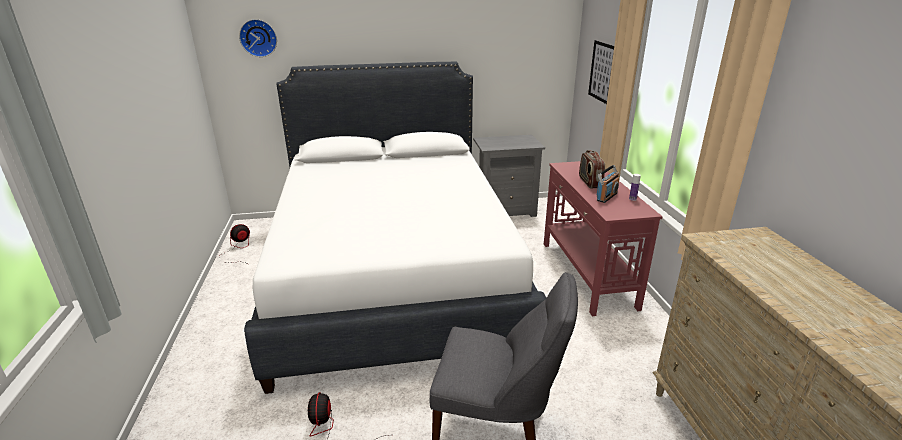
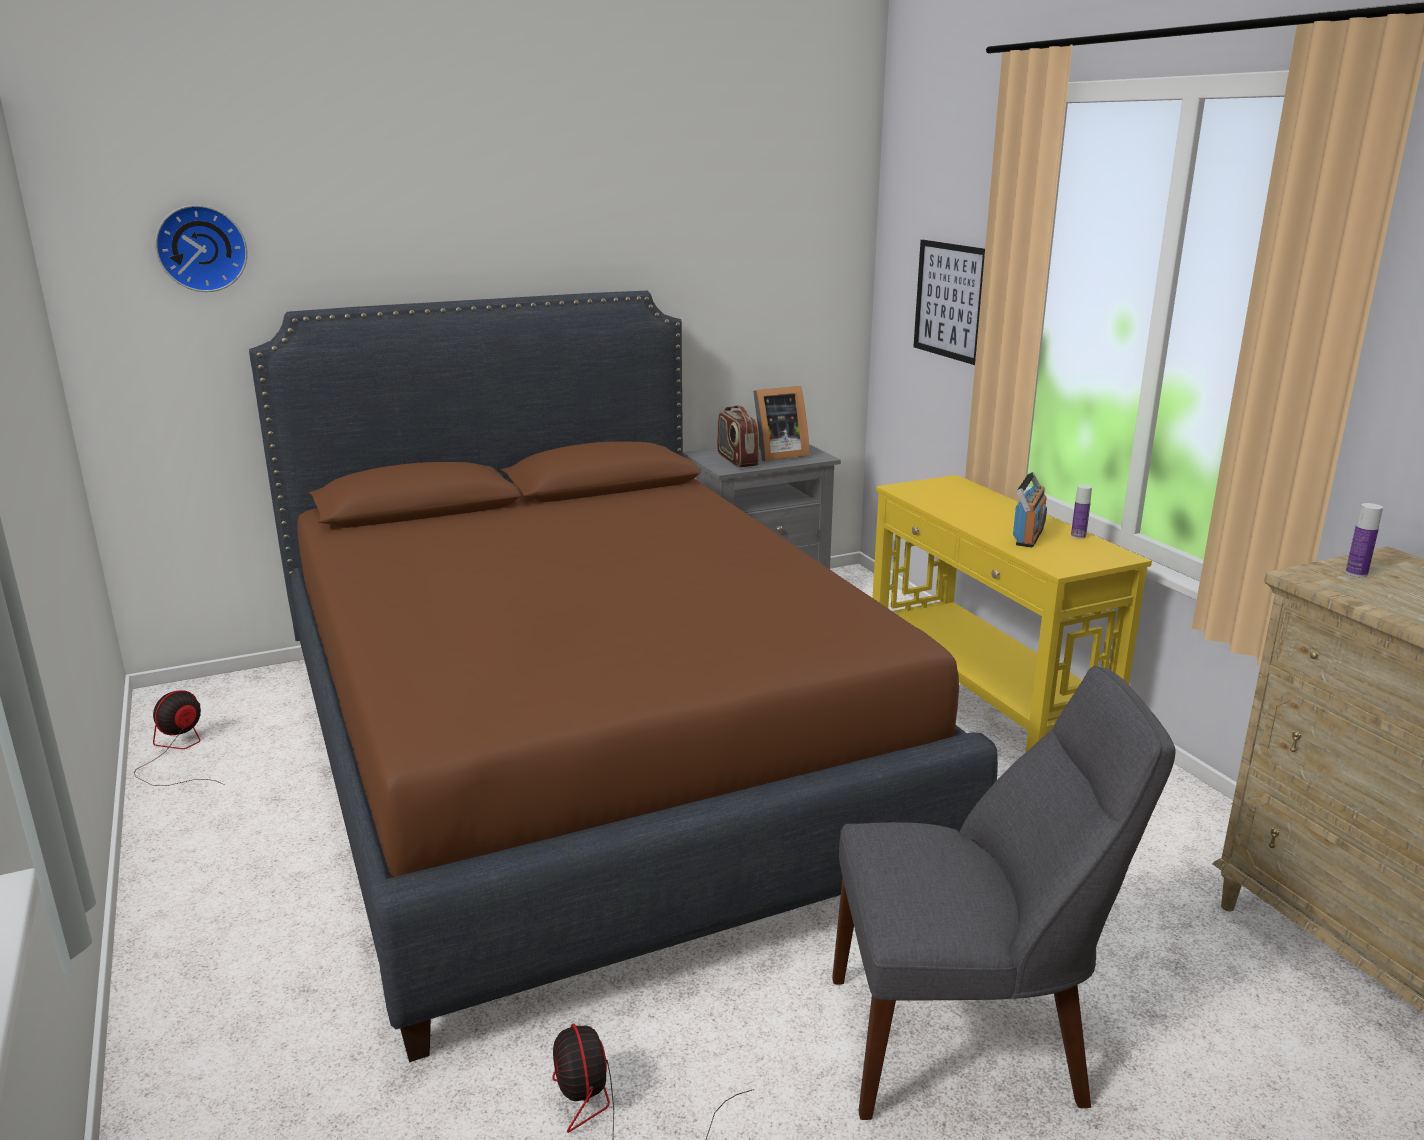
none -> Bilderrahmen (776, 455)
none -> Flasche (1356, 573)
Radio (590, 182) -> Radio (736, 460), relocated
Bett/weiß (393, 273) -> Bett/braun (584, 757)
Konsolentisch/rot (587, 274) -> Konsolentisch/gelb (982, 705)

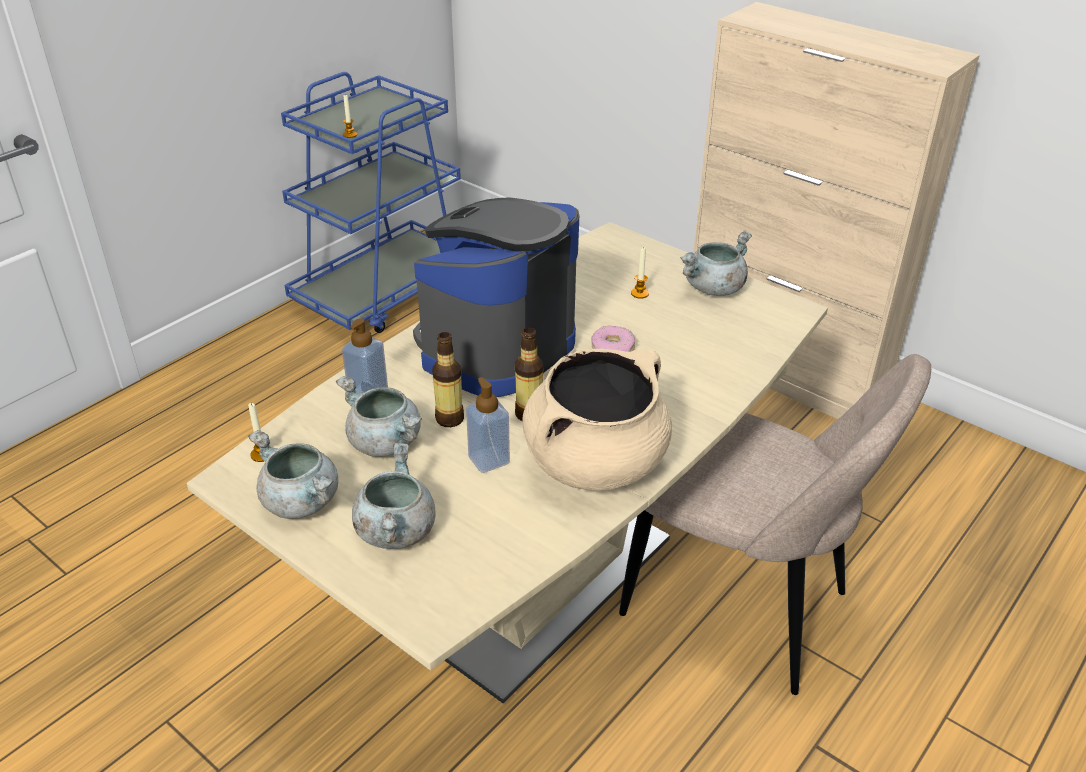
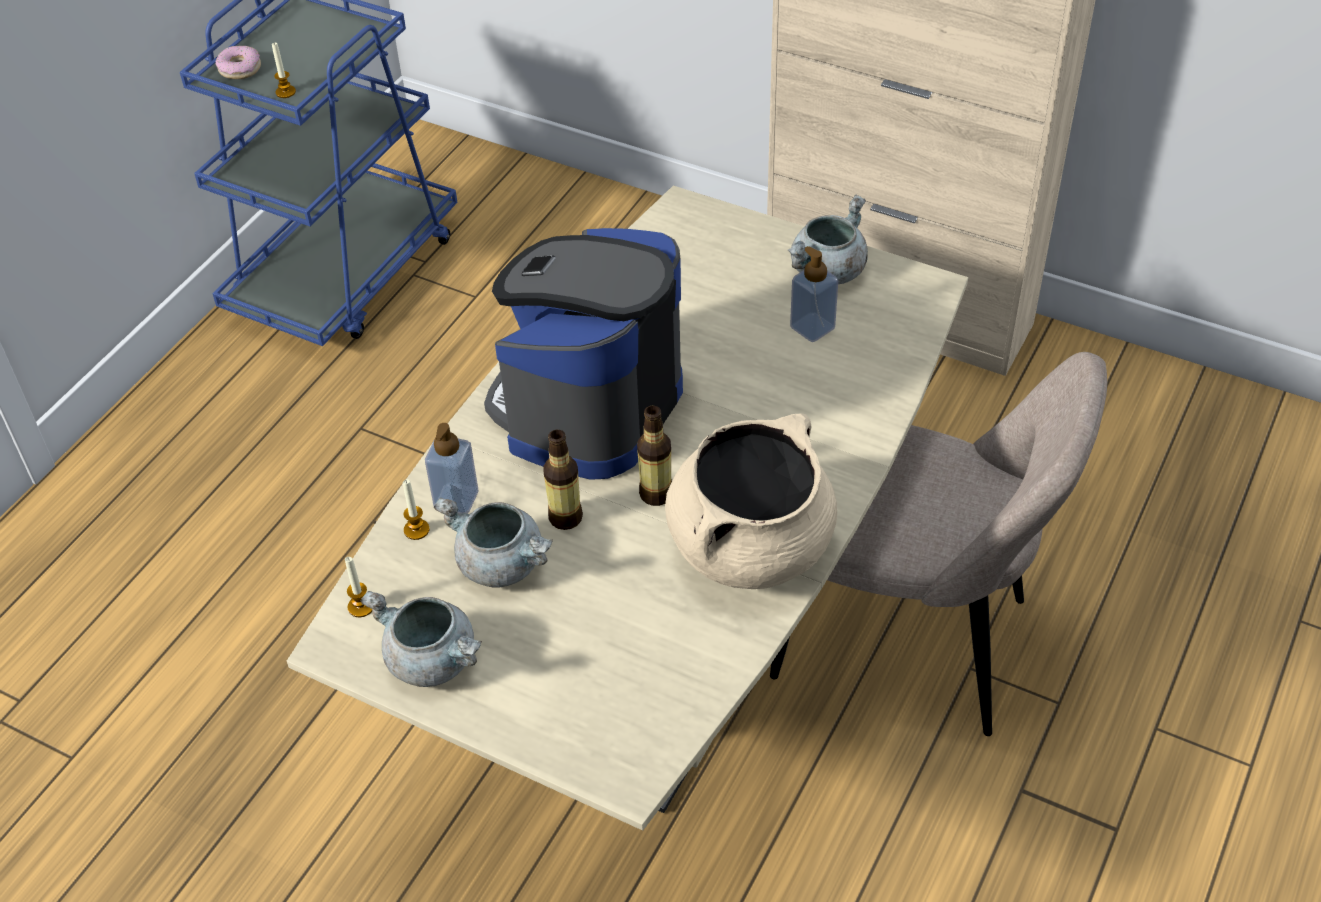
Kochtopf/grau (395, 531) -> none
Seifenspender (489, 460) -> Seifenspender (812, 328), relocated
Donut (613, 348) -> Donut (240, 69), relocated
Kerze (639, 293) -> Kerze (416, 530), relocated

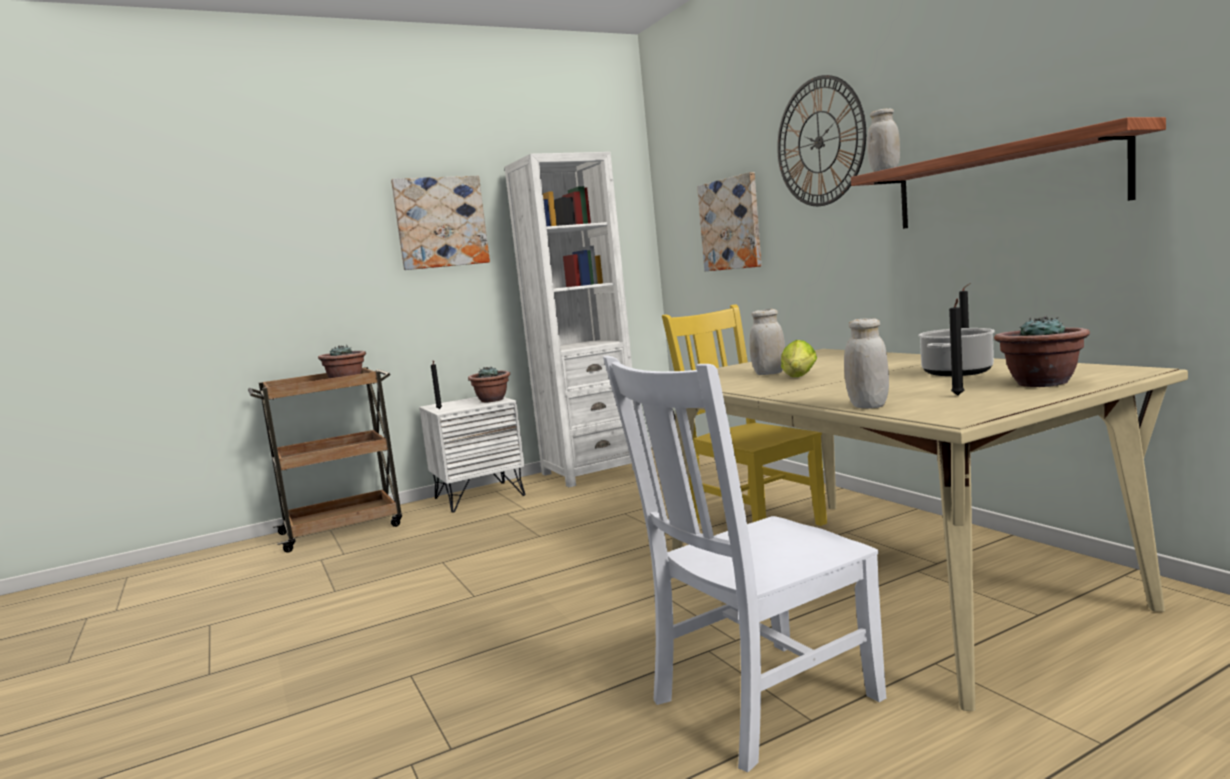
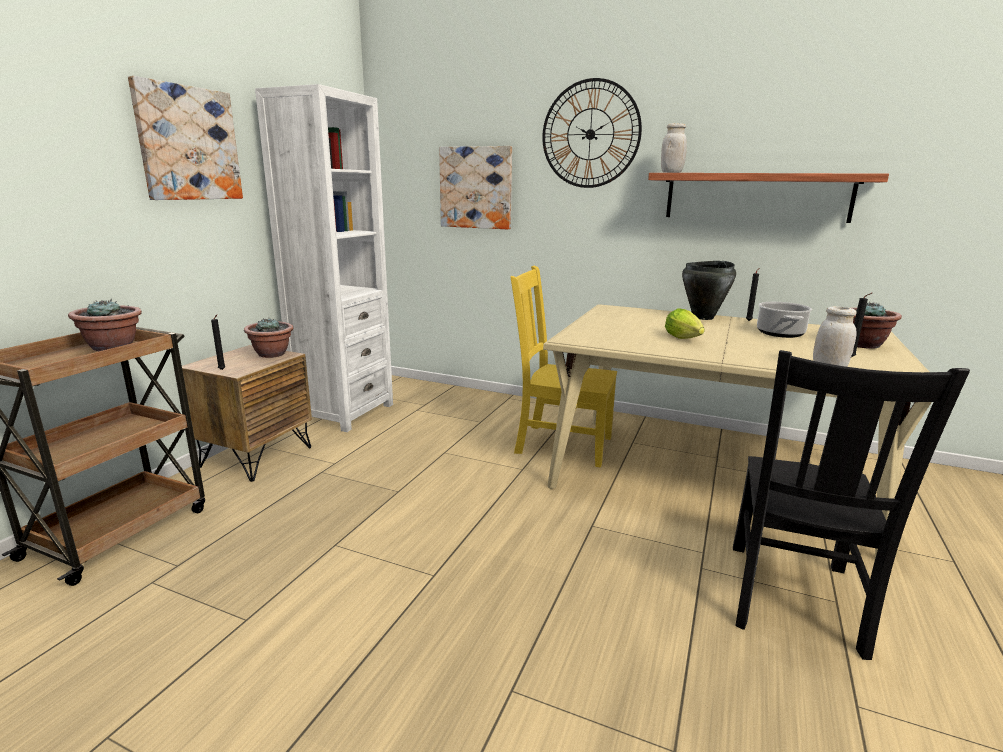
Vorratsglas/weiß (769, 373) -> none
none -> Kochtopf/schwarz (703, 317)
Nachttisch/weiß (479, 496) -> Nachttisch/braun (256, 457)
Stuhl/weiß (759, 702) -> Stuhl/schwarz (792, 599)

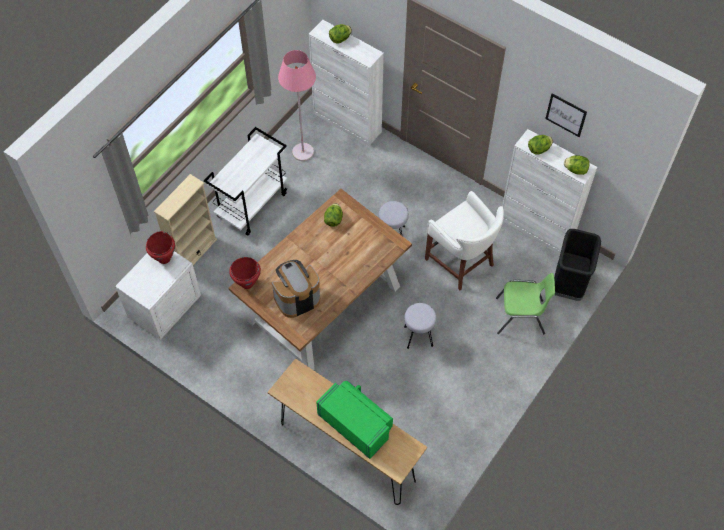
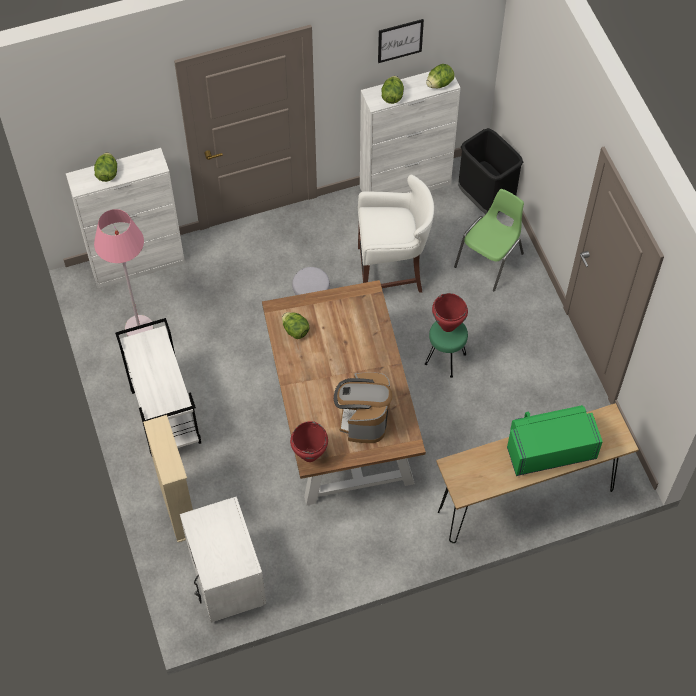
Kochtopf/rot (164, 259) -> Kochtopf/rot (448, 326), relocated
Hocker/grau (418, 336) -> Hocker/grün (445, 359)

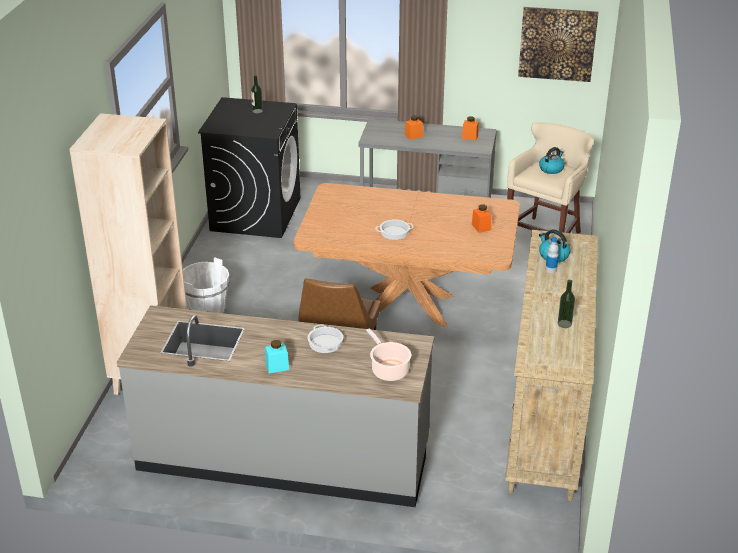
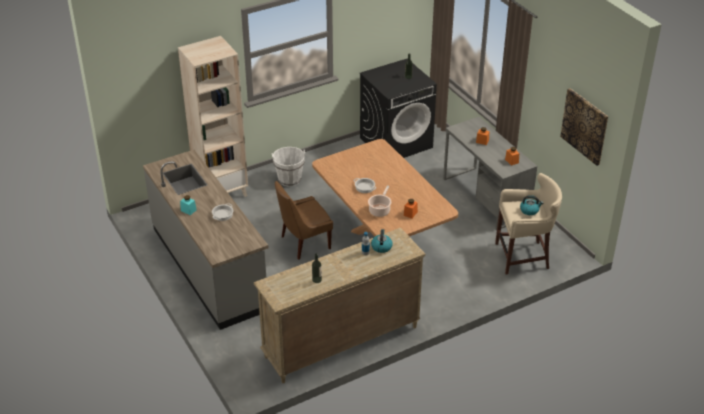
Kochtopf (388, 370) -> Kochtopf (380, 210), relocated

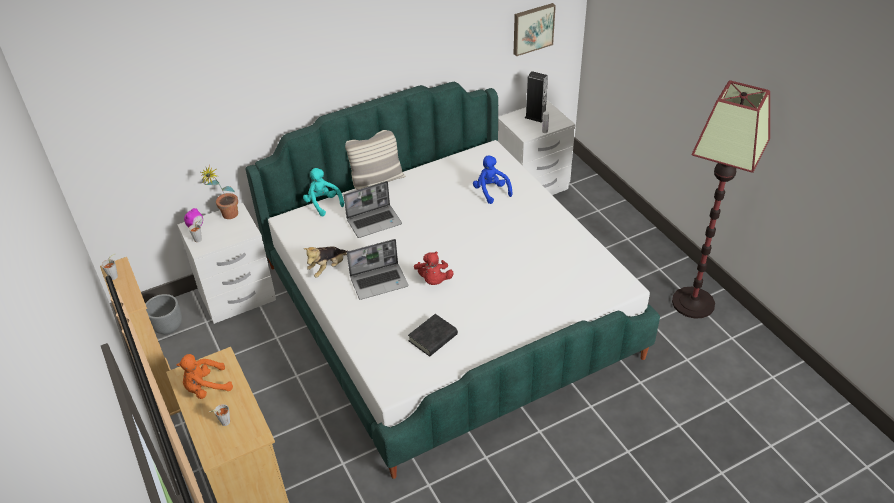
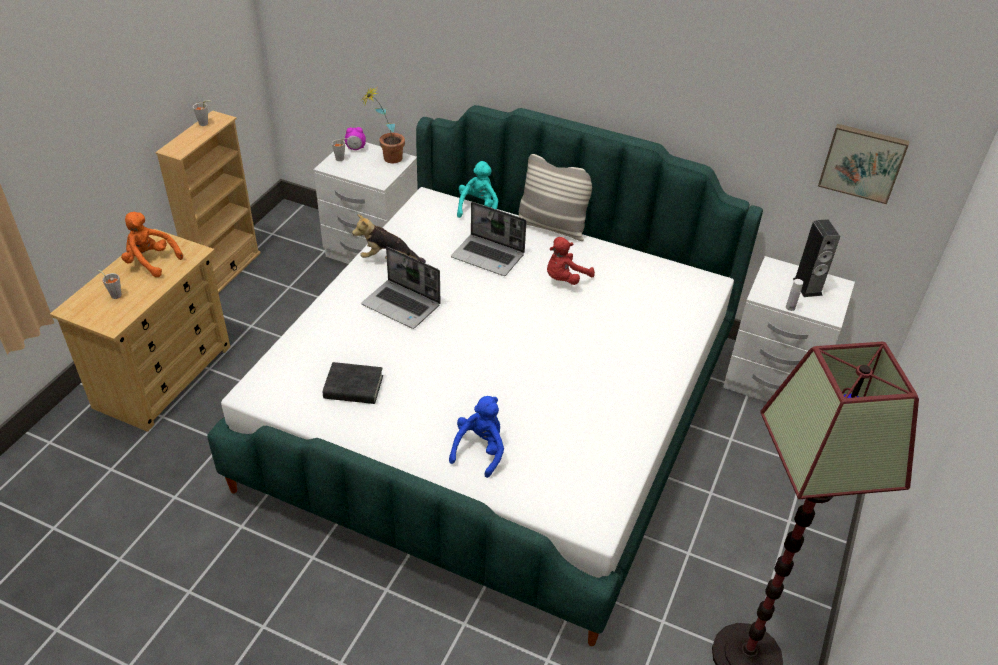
Pflanzkübel/grau (168, 327) -> none
Plüschtier/rot (433, 280) -> Plüschtier/rot (565, 279), relocated
Plüschtier/blau (491, 191) -> Plüschtier/blau (480, 450), relocated

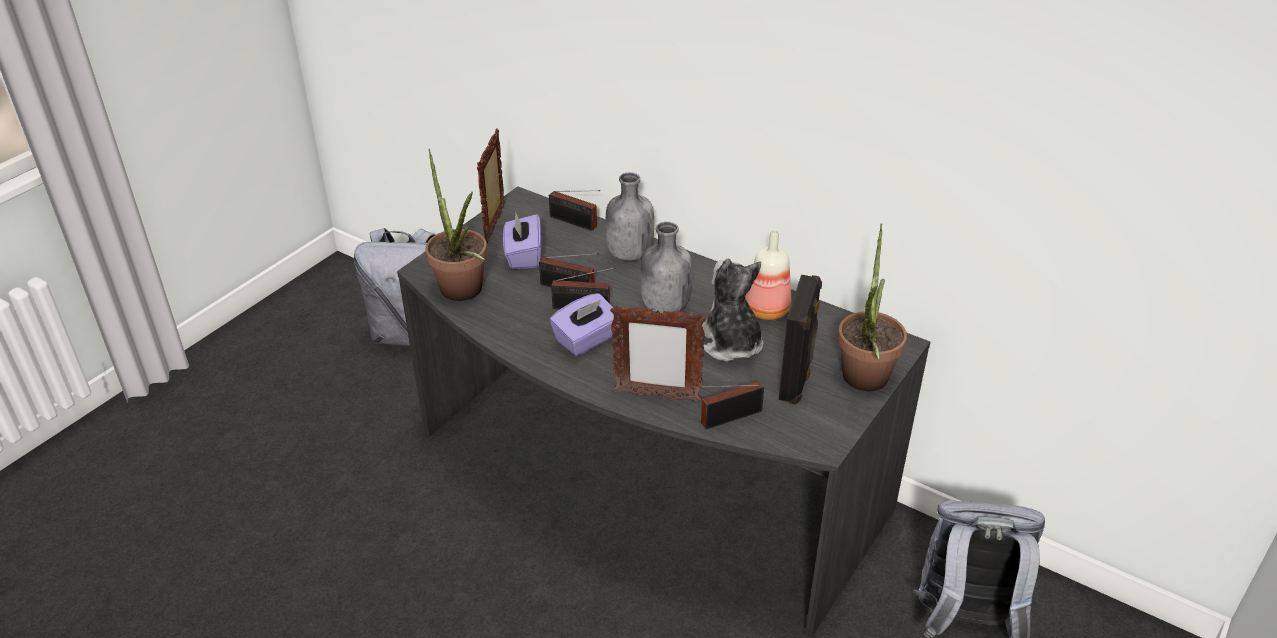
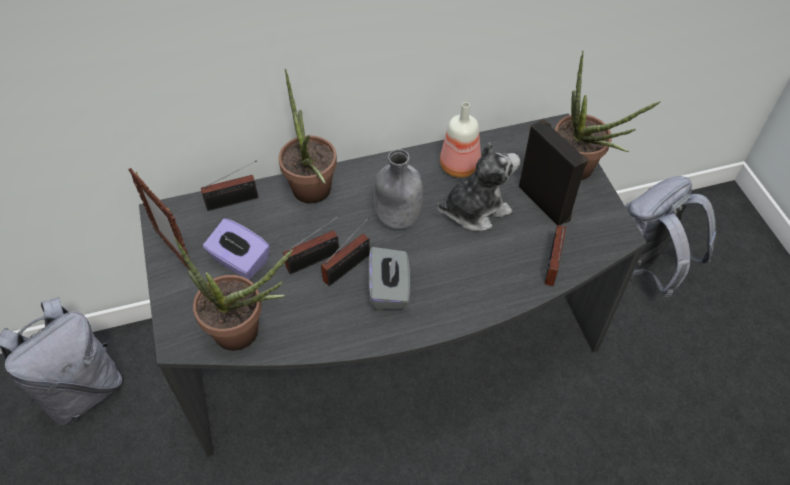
Bilderrahmen (656, 396) -> none
Flasche/grau (629, 254) -> Topfpflanze (313, 196)
Taschentuchbox/lila (587, 340) -> Taschentuchbox/grau (389, 289)
Plüschtier (731, 343) -> Plüschtier (475, 209), 135 degrees clockwise

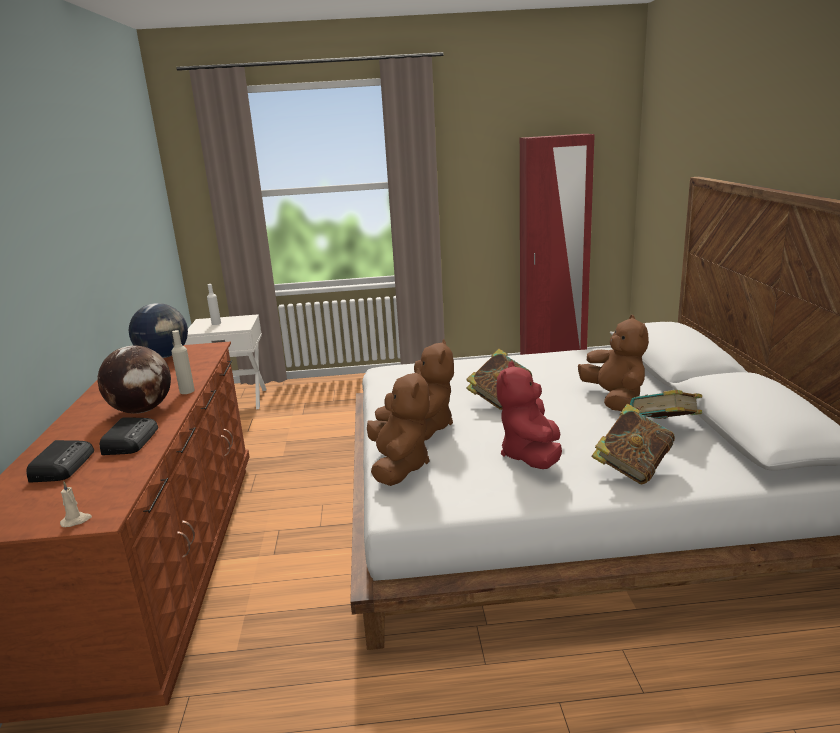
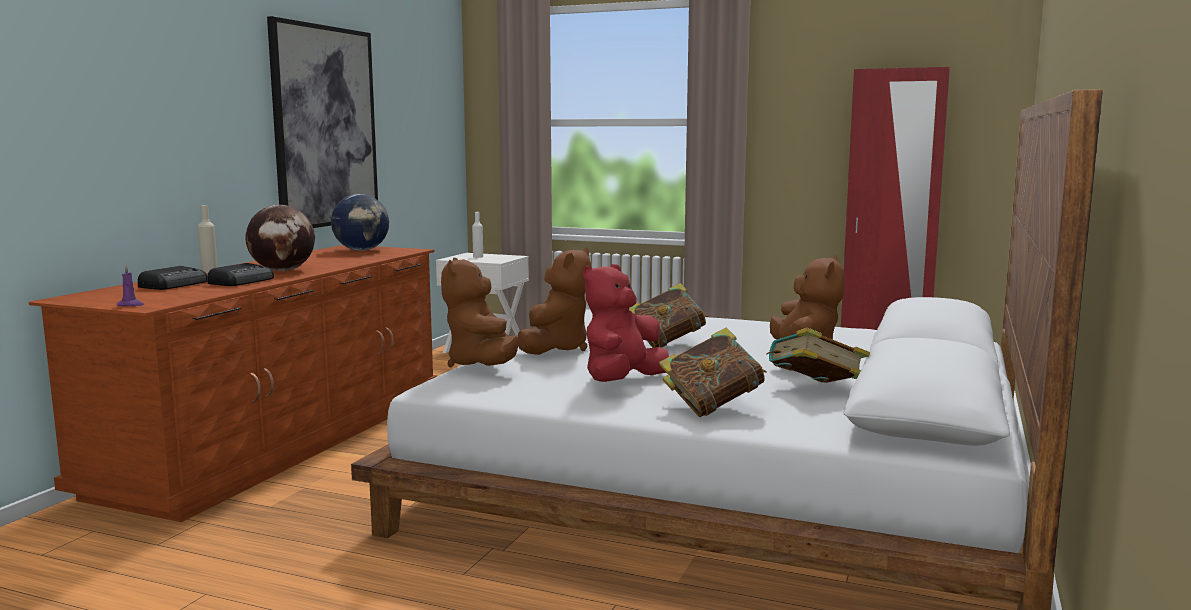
none -> Bild (325, 127)
Flasche/beige (187, 391) -> Flasche/beige (209, 272), relocated
Kerze/beige (76, 520) -> Kerze/lila (131, 305)
Plüschtier/braun (399, 466) -> Plüschtier/braun (482, 365), 150 degrees clockwise

